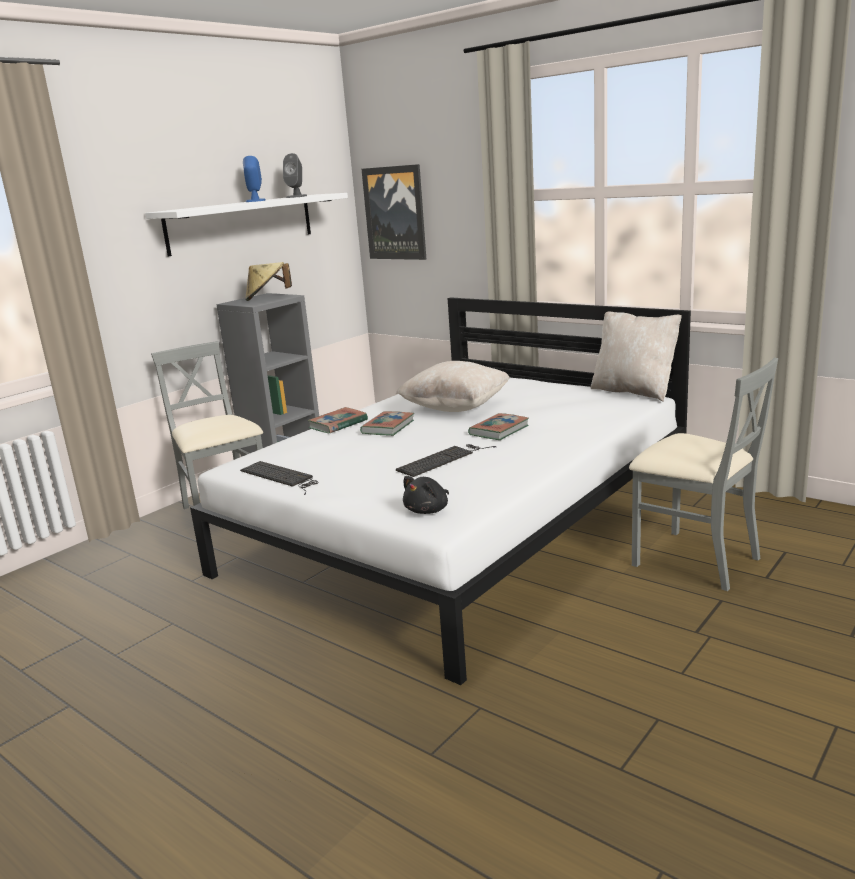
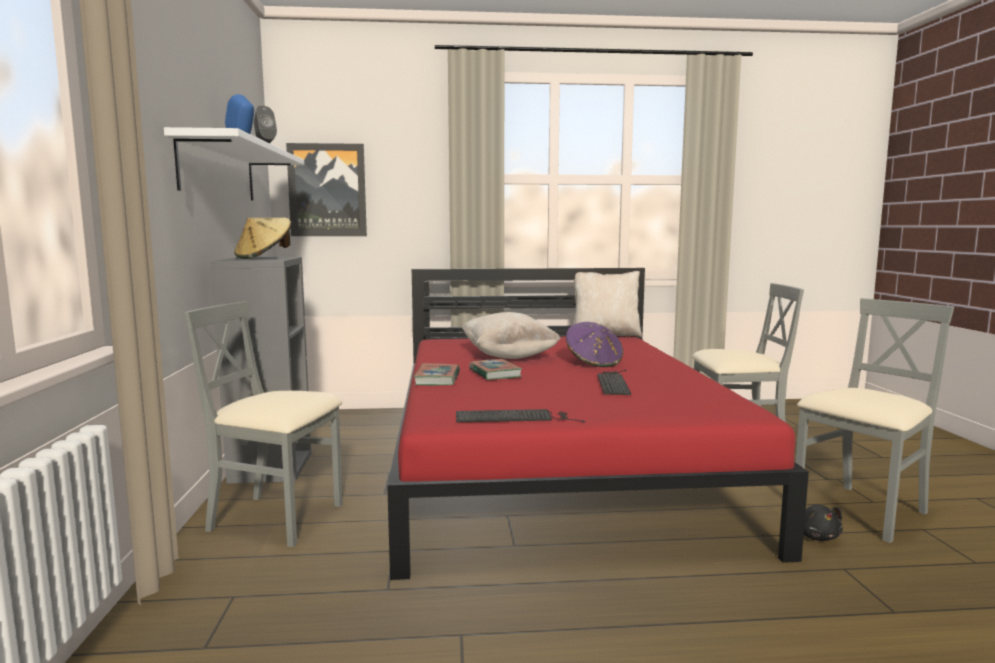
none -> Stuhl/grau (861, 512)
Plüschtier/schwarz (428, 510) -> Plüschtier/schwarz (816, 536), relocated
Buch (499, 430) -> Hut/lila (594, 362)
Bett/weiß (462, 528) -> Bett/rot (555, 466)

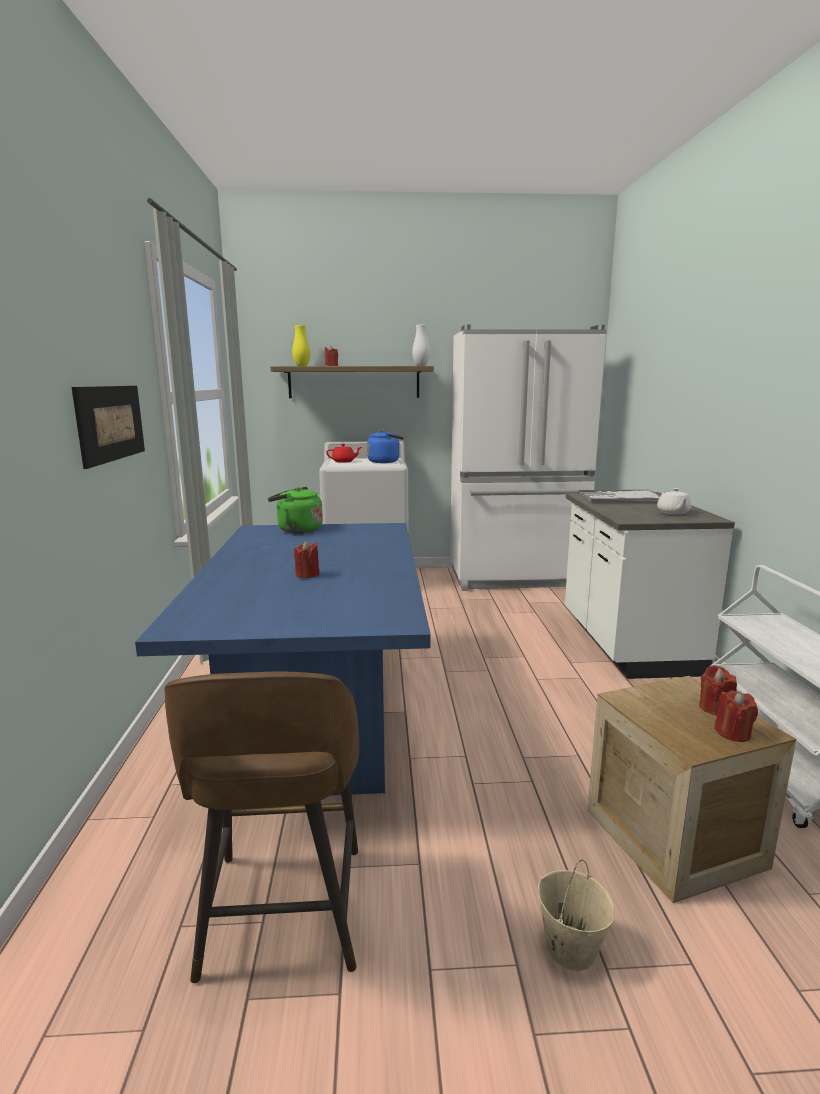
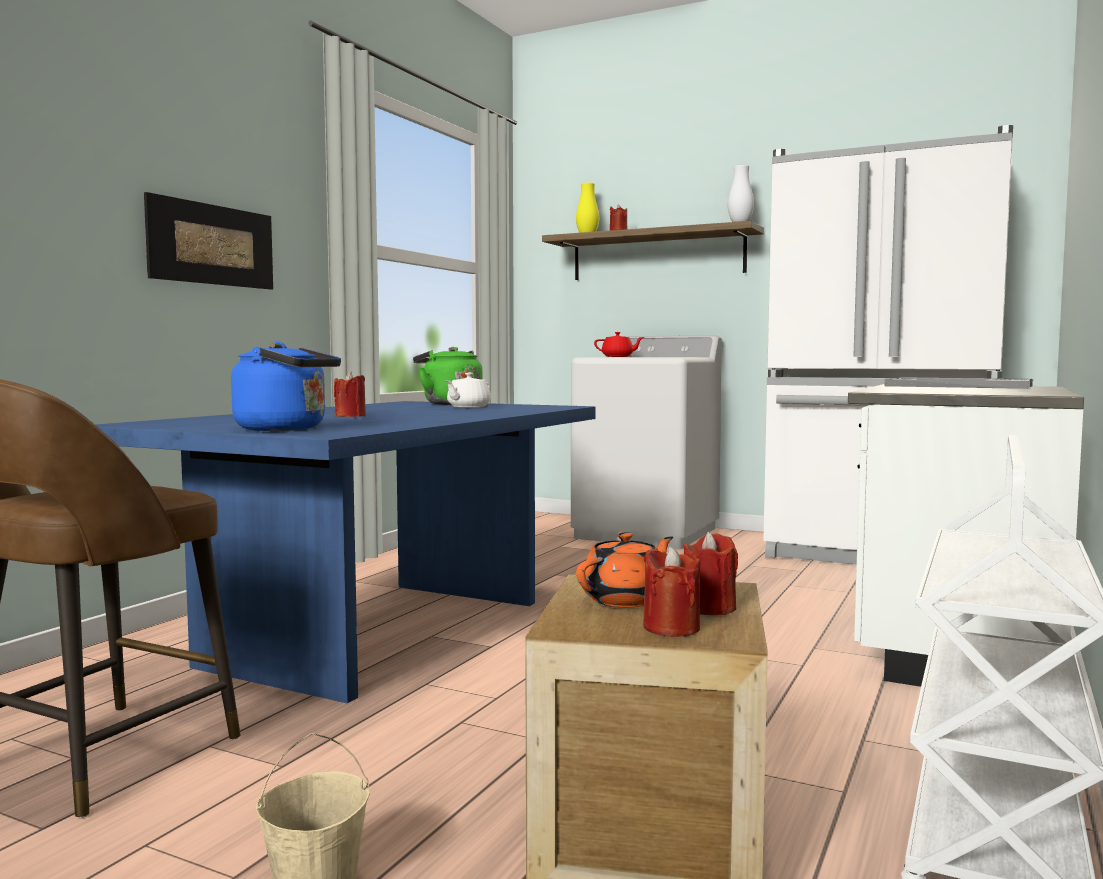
none -> Teekanne/orange (626, 599)
Wasserkessel/blau (385, 461) -> Wasserkessel/blau (287, 429), relocated
Teekanne/weiß (673, 512) -> Teekanne/weiß (468, 407), relocated

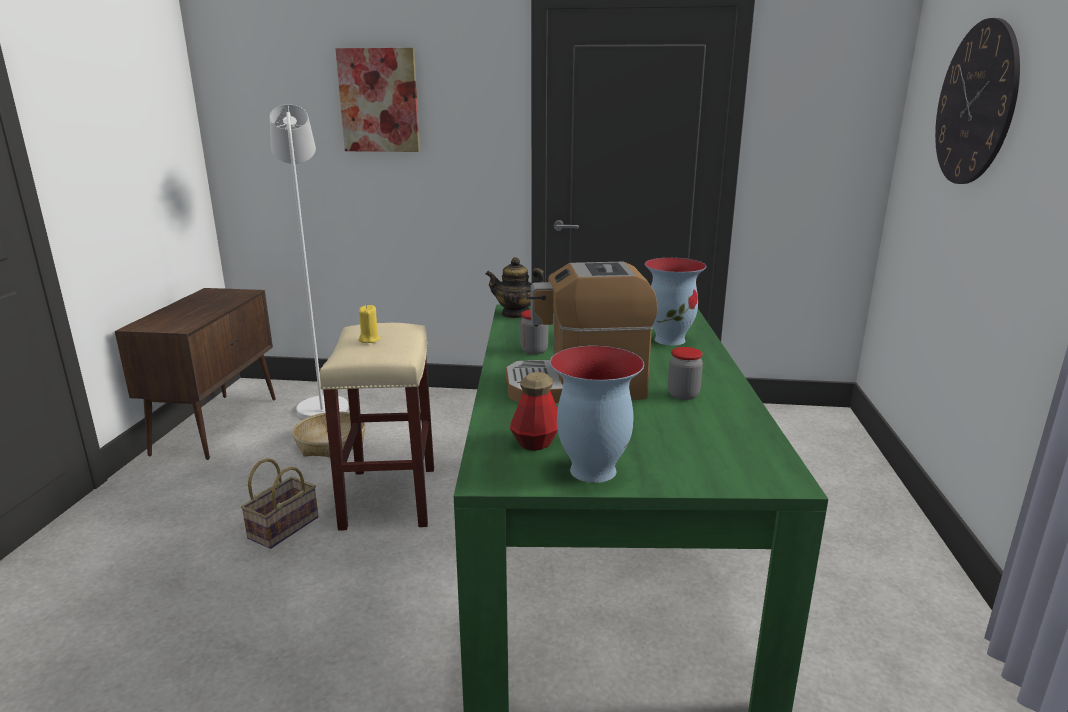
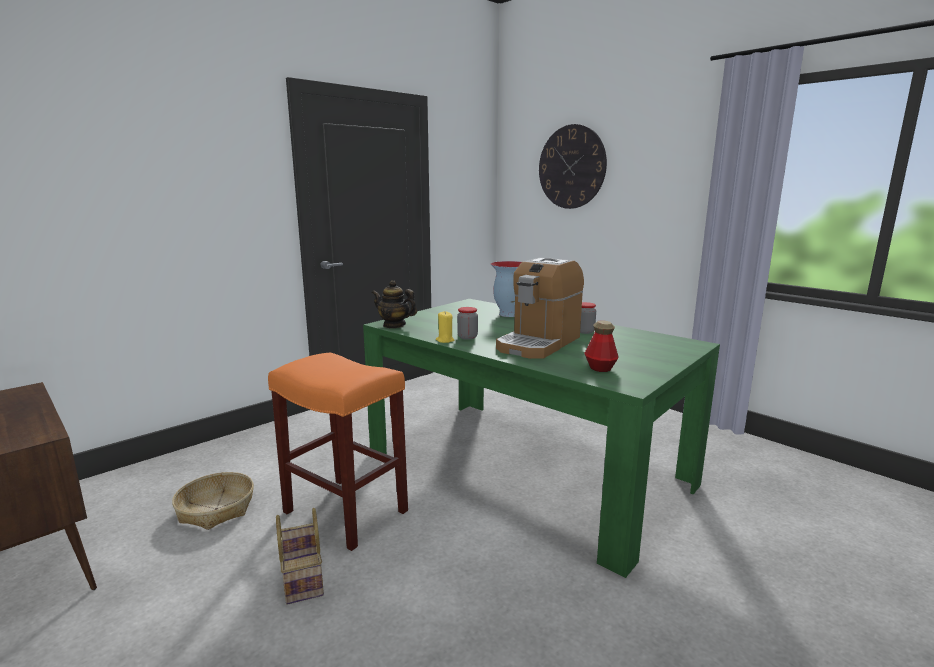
Stehlampe/weiß (322, 405) -> none
Bild (379, 100) -> none
Vase (591, 470) -> none
Kerze/gelb (369, 340) -> Kerze/gelb (445, 340), relocated
Hocker/beige (389, 496) -> Hocker/orange (344, 511)
Teekanne (516, 314) -> Teekanne (394, 325), 60 degrees clockwise

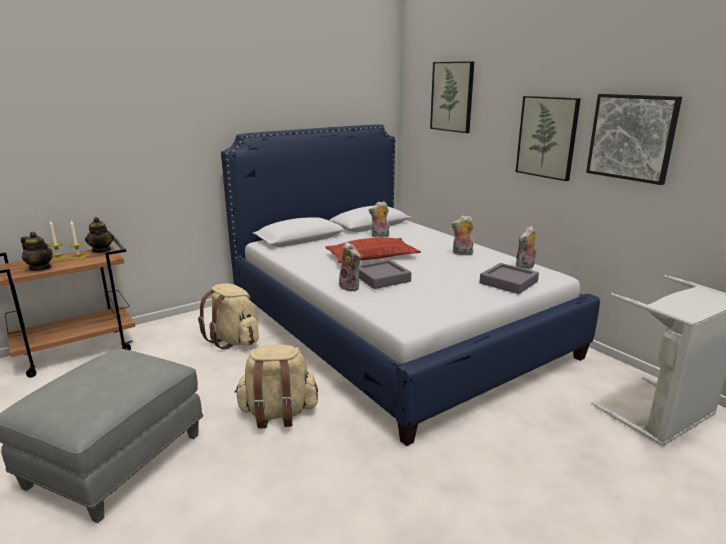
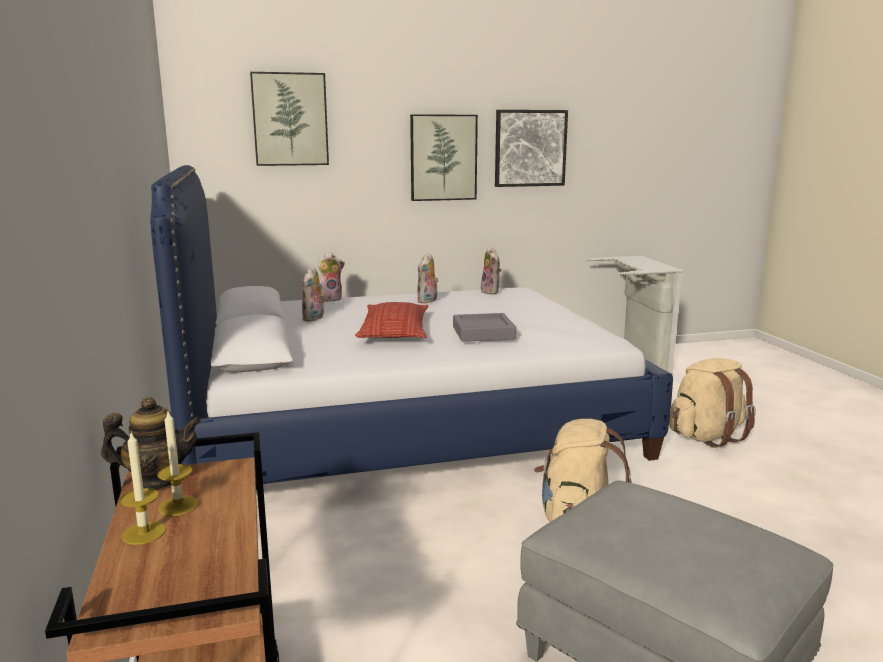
Teekanne (40, 268) -> none
Tablett/grau (508, 282) -> none
Rucksack/beige (234, 340) -> Rucksack/beige (707, 436), relocated
Plüschtier (351, 287) -> Plüschtier (330, 299), relocated

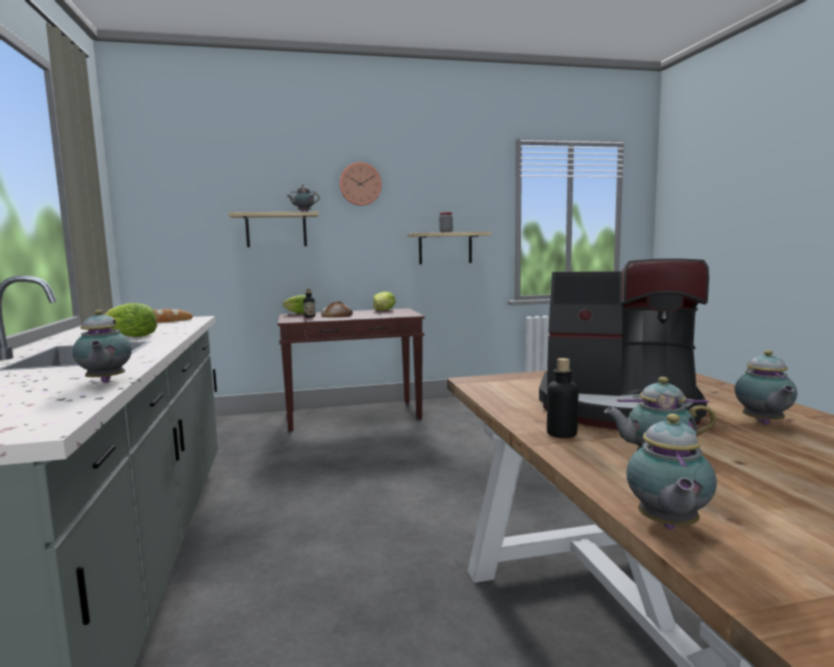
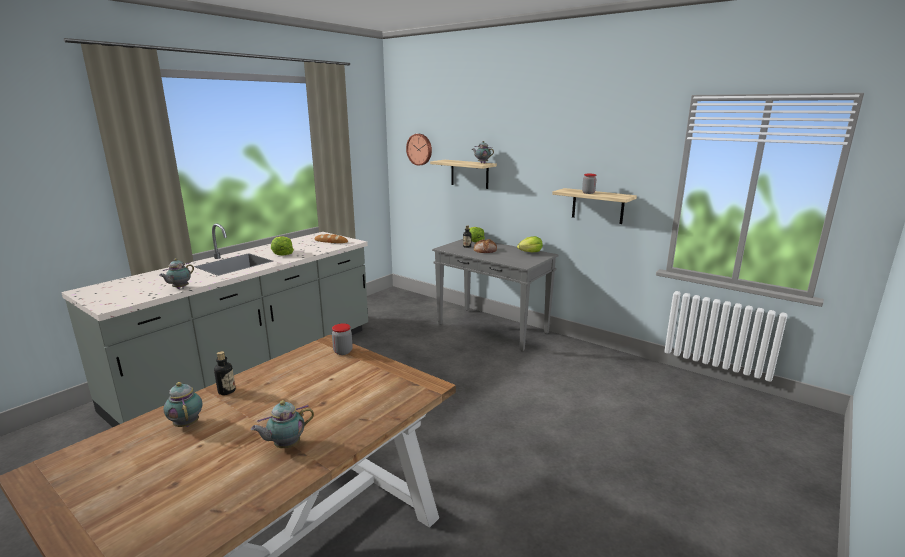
Kaffeemaschine (619, 408) -> none
Teekanne (667, 526) -> none
none -> Vorratsglas (343, 351)
Wanduhr (360, 184) -> Wanduhr (420, 149), relocated
Konsolentisch/braun (354, 415) -> Konsolentisch/grau (493, 328)

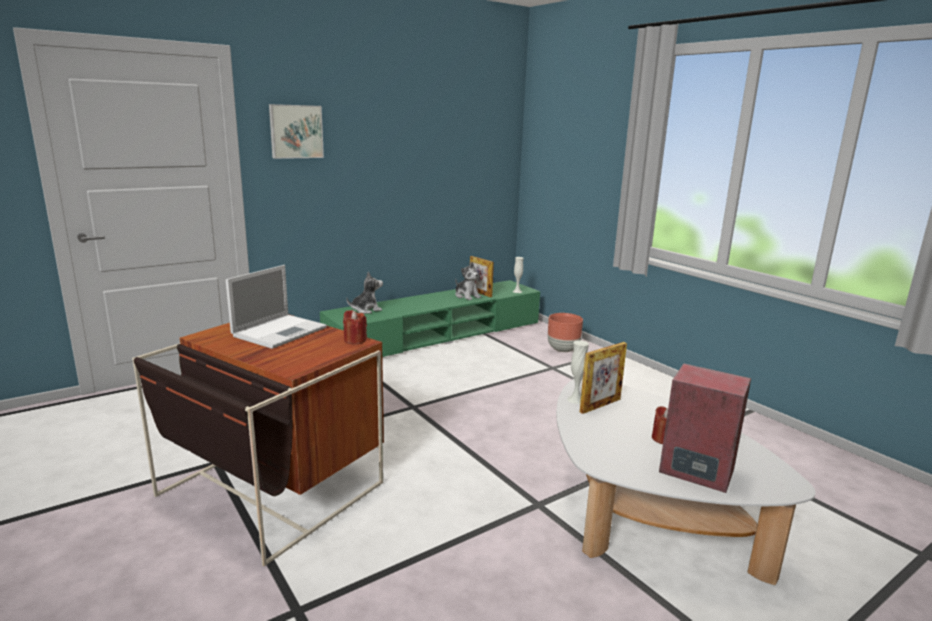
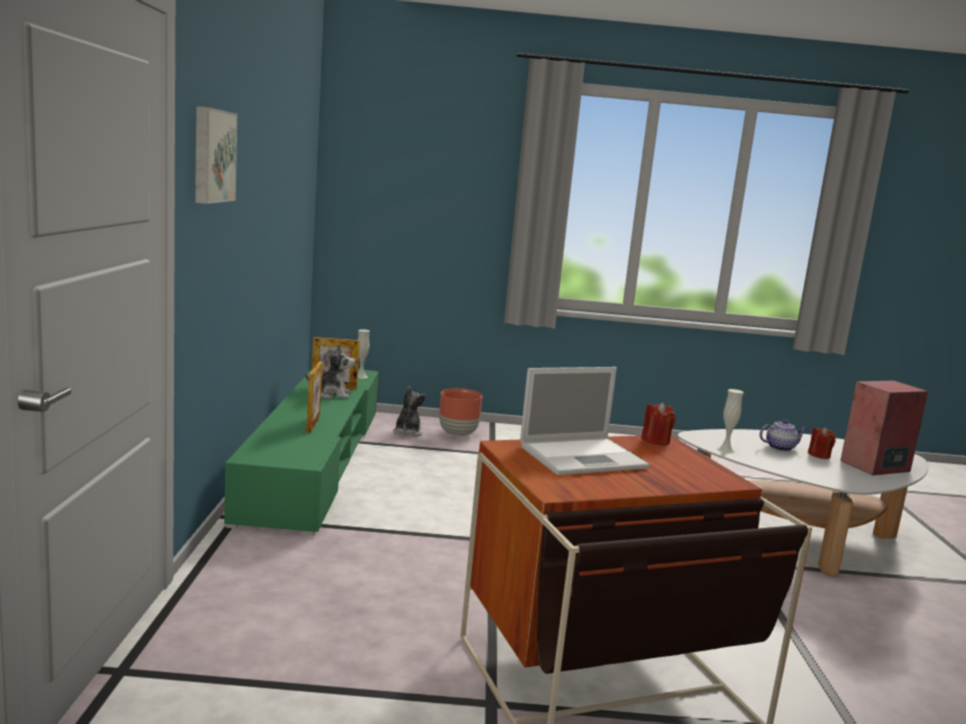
none -> Teekanne (780, 447)
Plüschtier (366, 310) -> Plüschtier (407, 432), relocated
Bilderrahmen (600, 405) -> Bilderrahmen (313, 424), relocated
Laptop (281, 331) -> Laptop (584, 457), 90 degrees clockwise

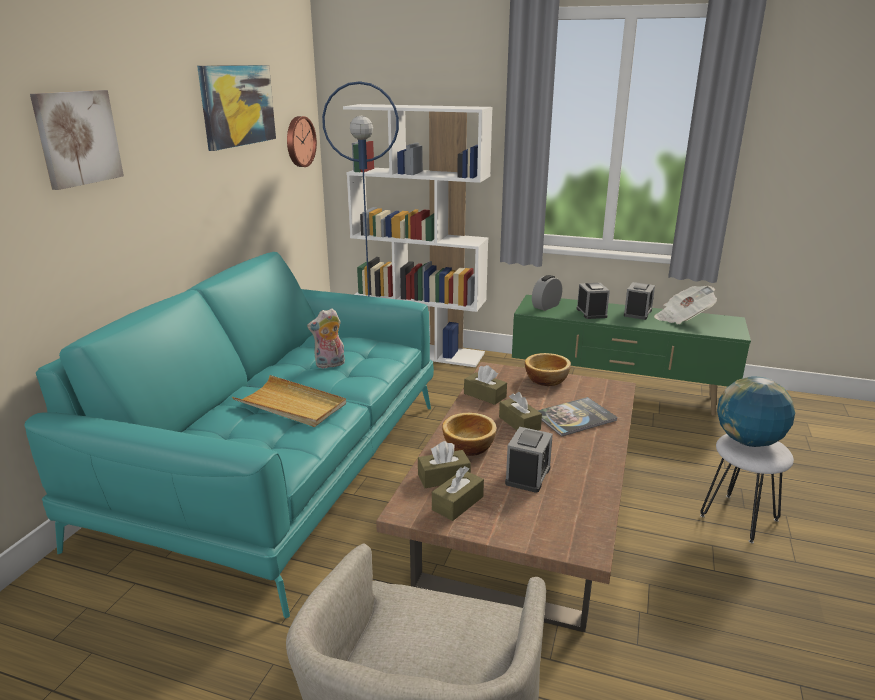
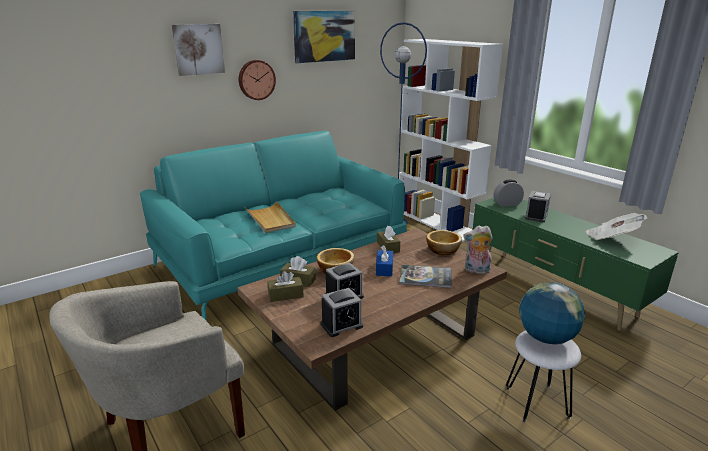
Wanduhr (299, 141) -> Wanduhr (256, 80), relocated
Plüschtier (329, 365) -> Plüschtier (476, 270), relocated
Wecker (637, 313) -> Wecker (341, 325), relocated
Taschentuchbox/braun (519, 423) -> Taschentuchbox/blau (384, 268)

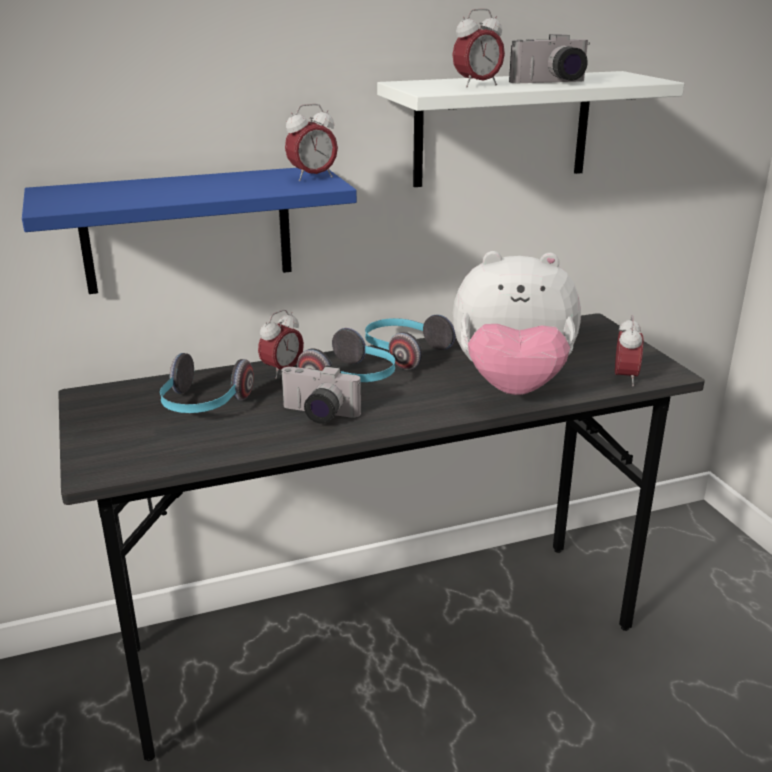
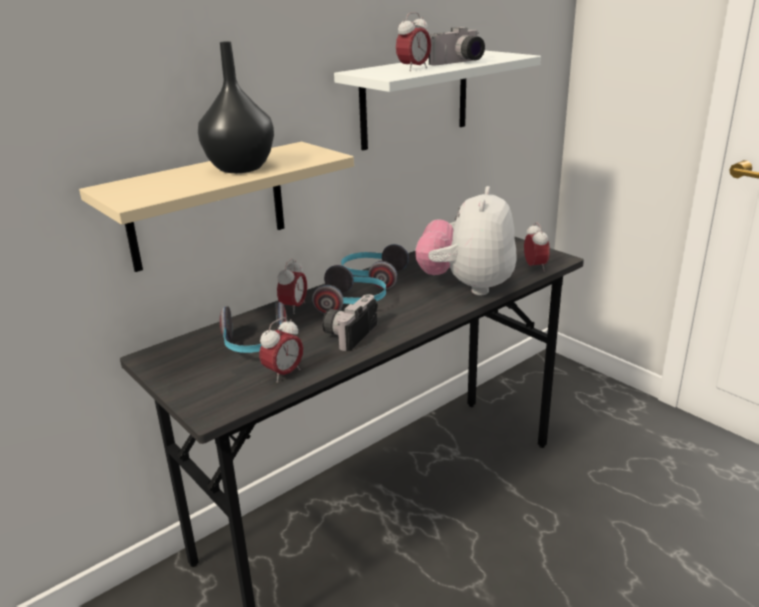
none -> Vase/schwarz (242, 168)
Wecker (312, 177) -> Wecker (284, 374), relocated
Wandregal/blau (187, 230) -> Wandregal/beige (207, 206)
Kamera (317, 415) -> Kamera (349, 334), 120 degrees clockwise
Plüschtier (512, 386) -> Plüschtier (467, 286), 120 degrees clockwise

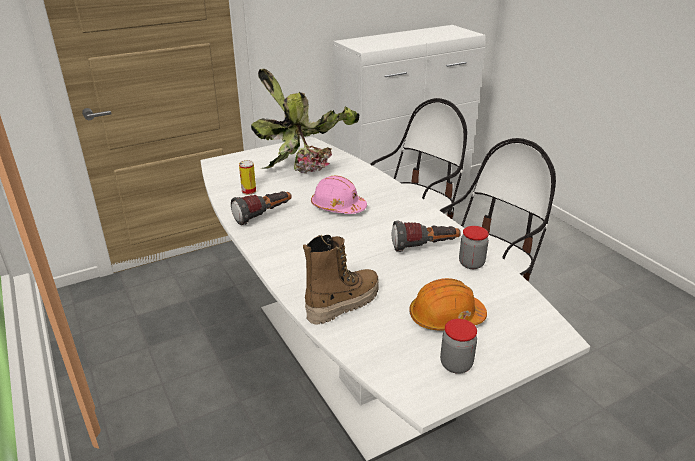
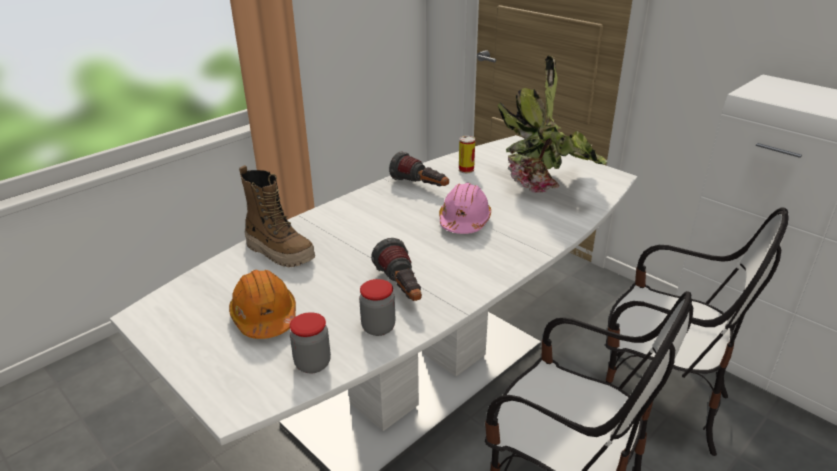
Vorratsglas (456, 364) -> Vorratsglas (313, 364), relocated

